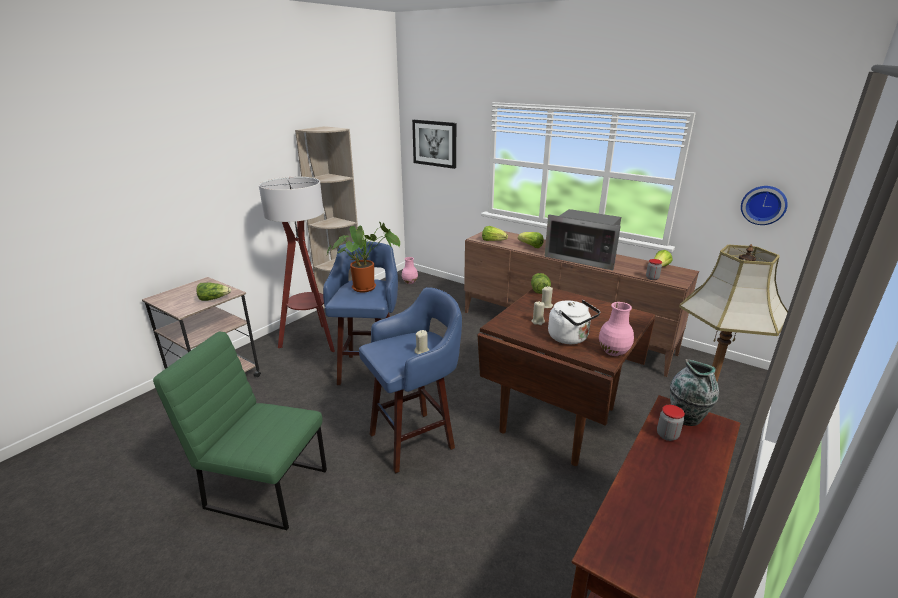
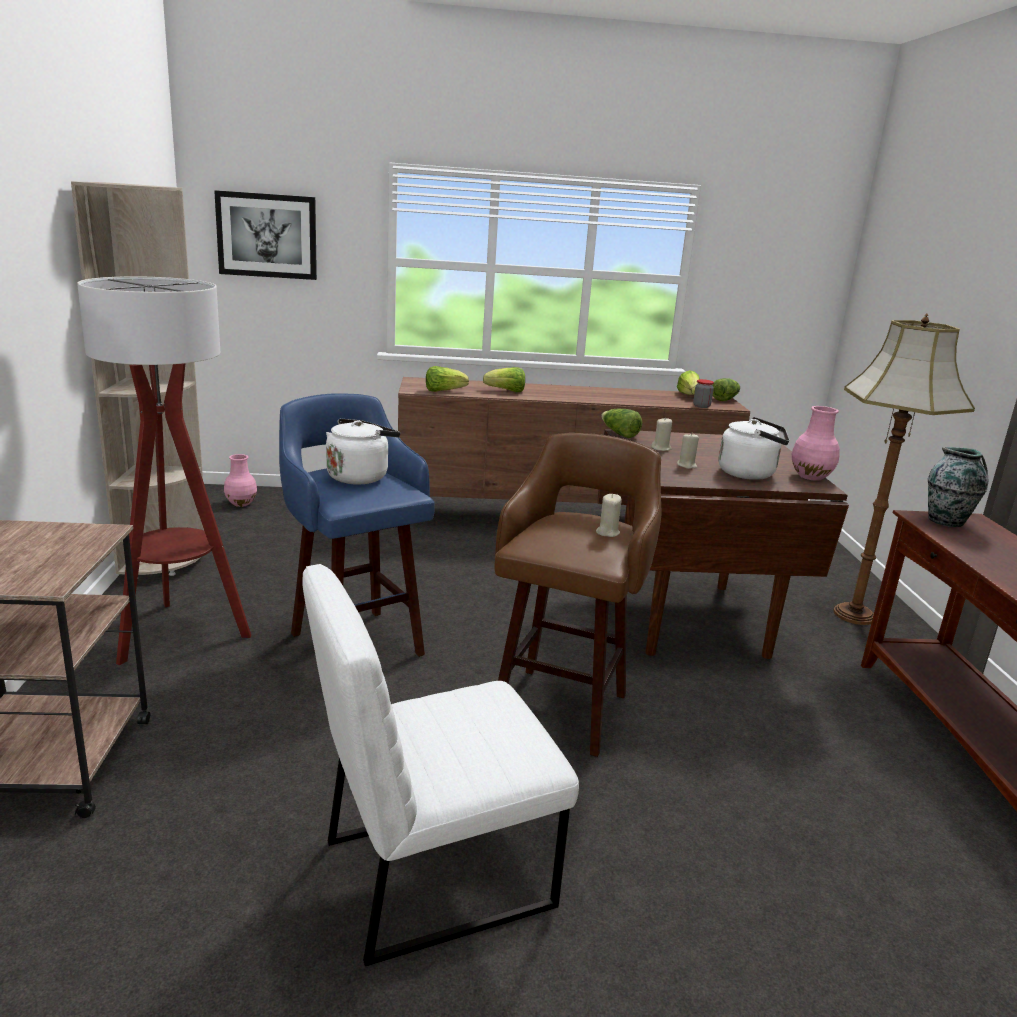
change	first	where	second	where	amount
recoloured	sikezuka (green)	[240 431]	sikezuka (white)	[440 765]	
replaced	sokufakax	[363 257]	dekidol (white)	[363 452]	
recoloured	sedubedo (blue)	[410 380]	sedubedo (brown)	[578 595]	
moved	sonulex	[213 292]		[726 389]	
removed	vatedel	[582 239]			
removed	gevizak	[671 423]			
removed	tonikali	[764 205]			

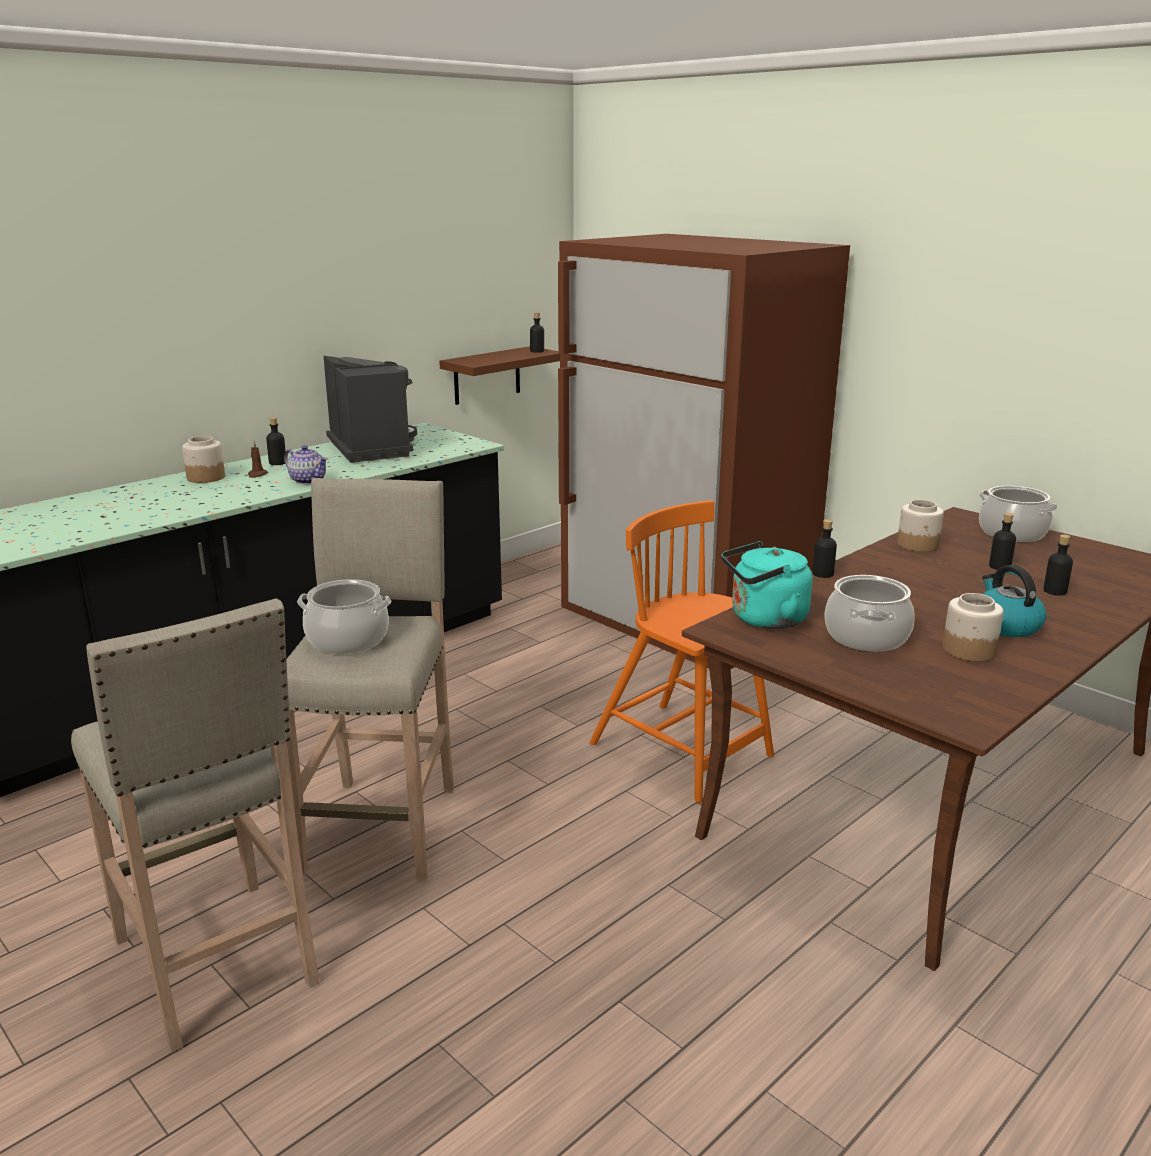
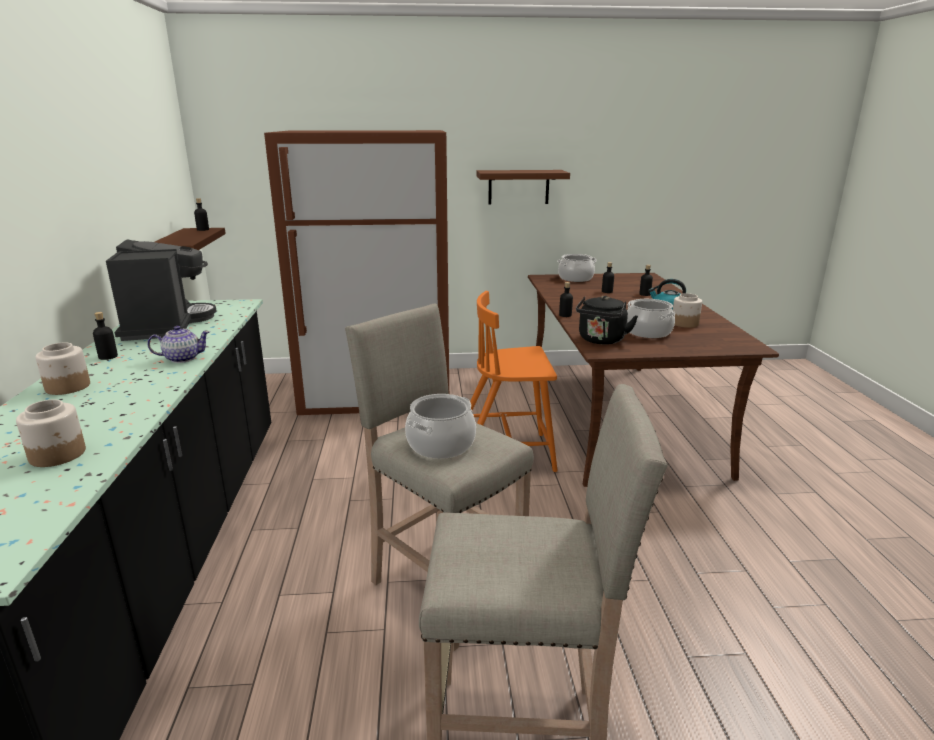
change	first	where	second	where	amount
moved	gevizak	[920 526]		[51 433]	
turned	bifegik	[370 409]		[161 290]	60 degrees clockwise
added			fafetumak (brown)	[523 187]	
recoloured	dekidol (turquoise)	[767 585]	dekidol (black)	[607 320]	
removed	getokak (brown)	[258 459]			

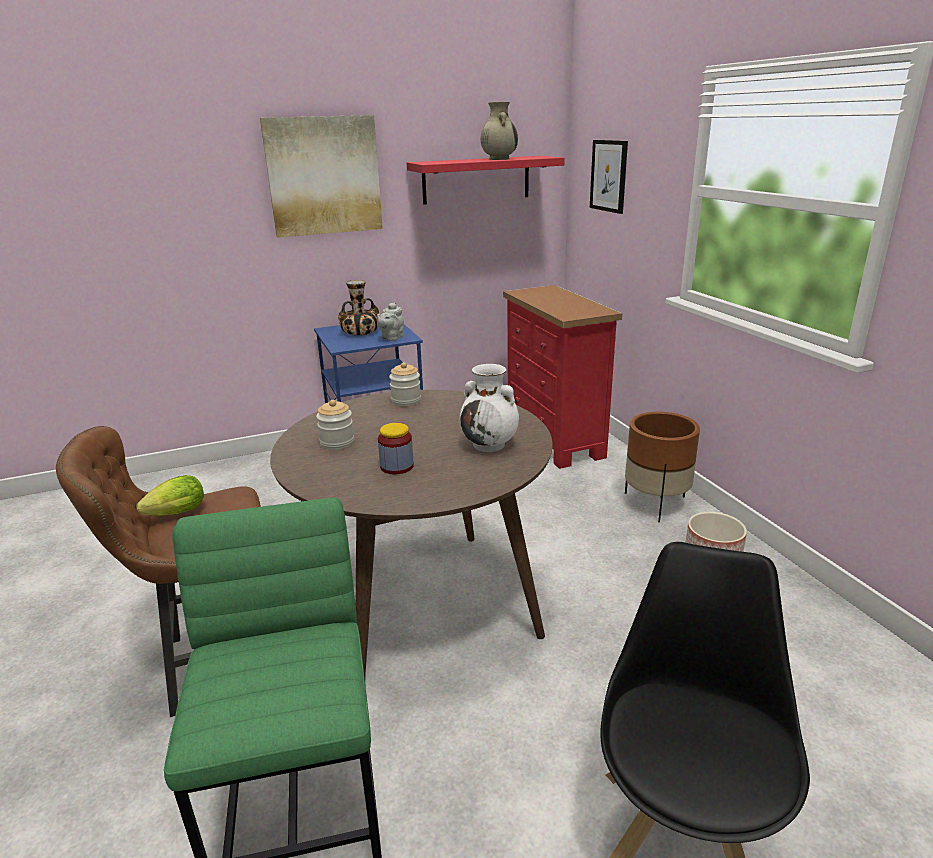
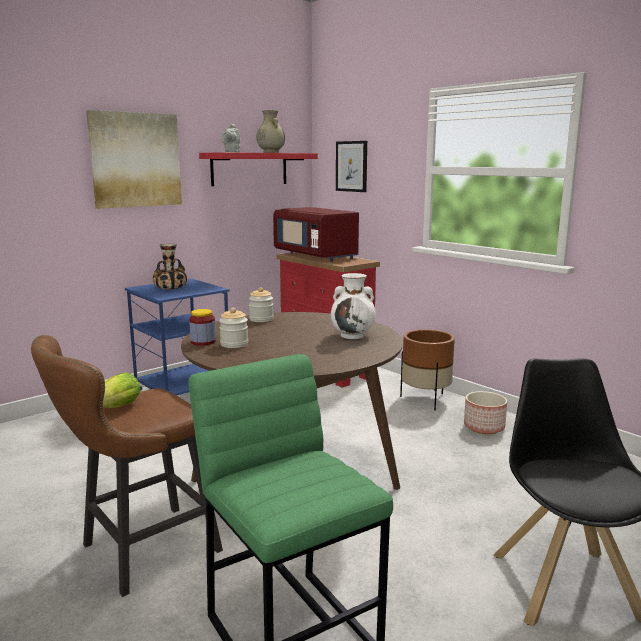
change	first	where	second	where	amount
moved	gevizak	[396 448]		[202 327]	
moved	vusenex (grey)	[390 321]		[231 138]	
added			vatedel (red)	[316 234]	

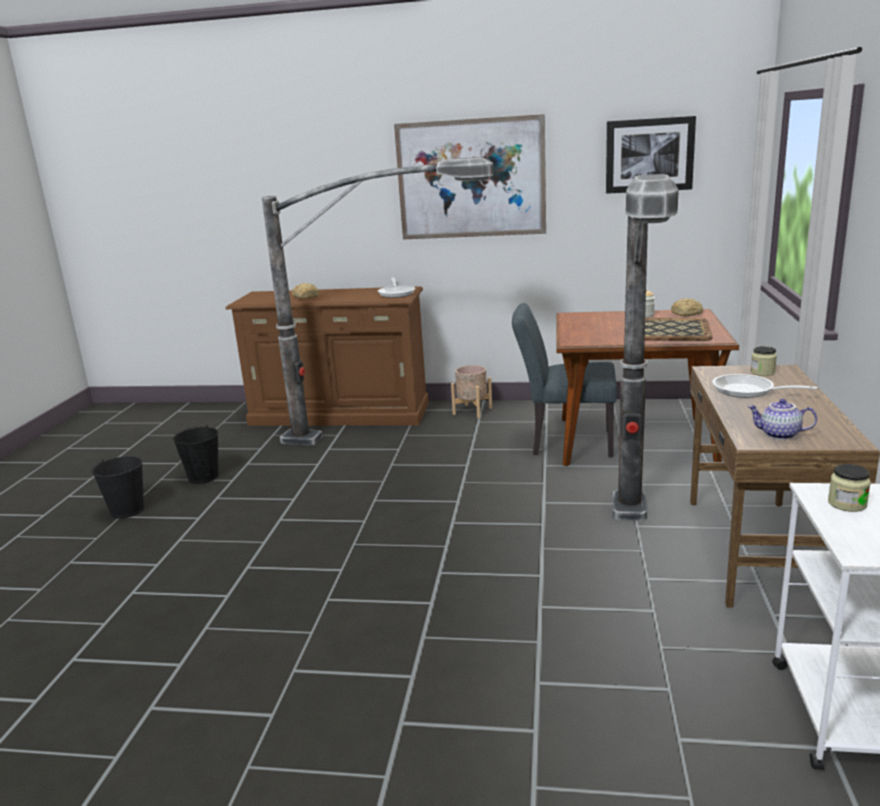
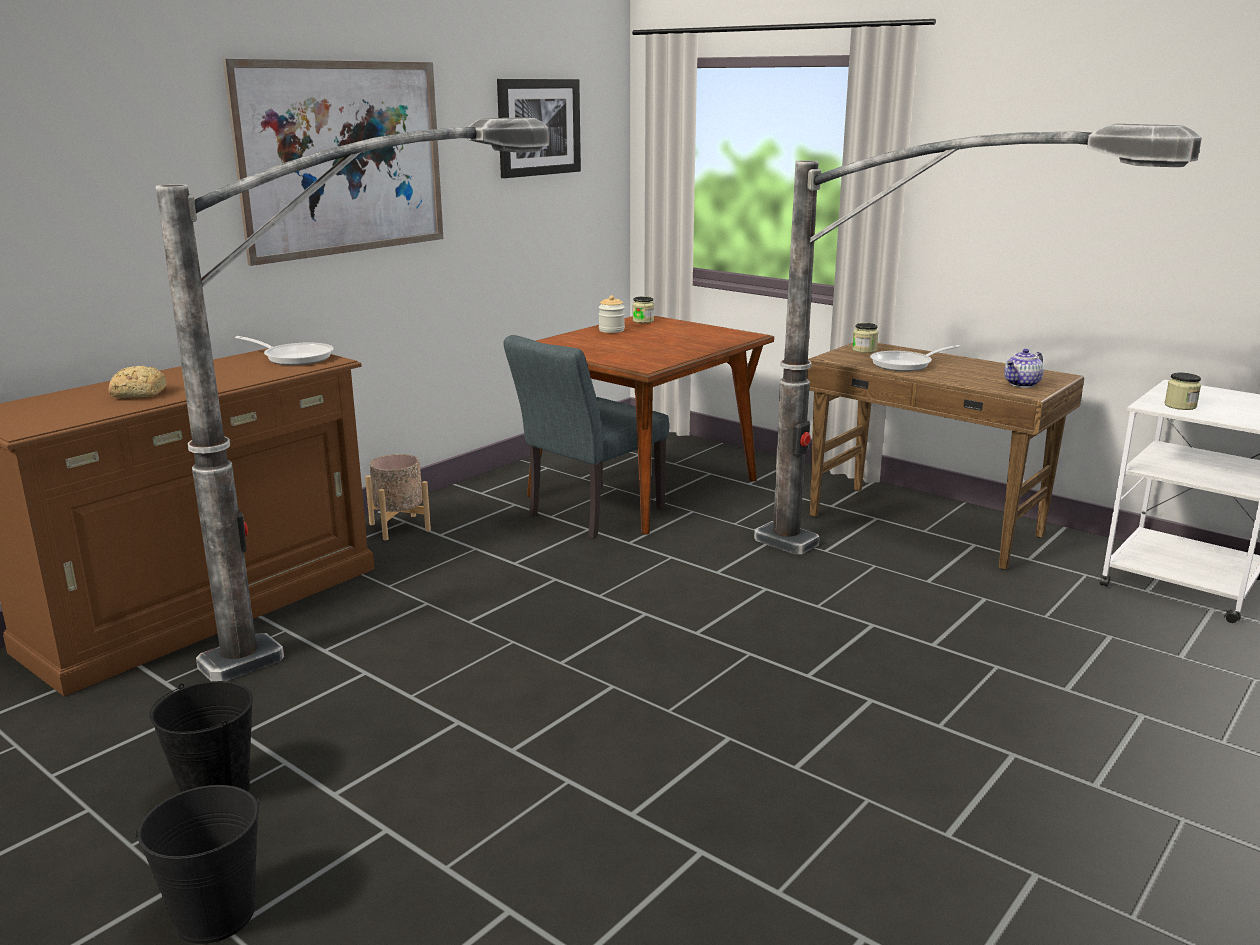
change	first	where	second	where	amount
replaced	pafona	[687 307]	gevizak	[643 309]	
removed	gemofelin	[679 329]			

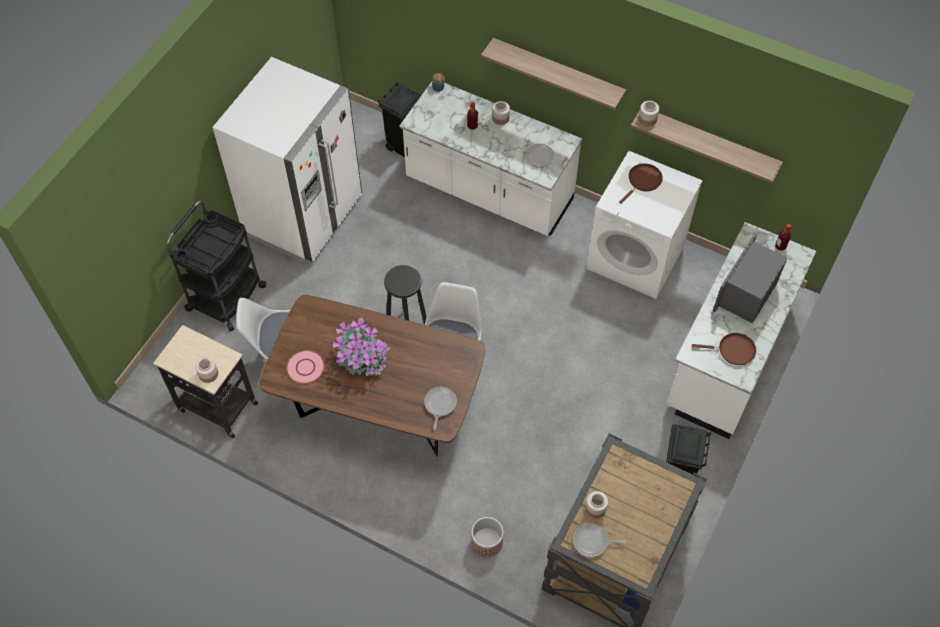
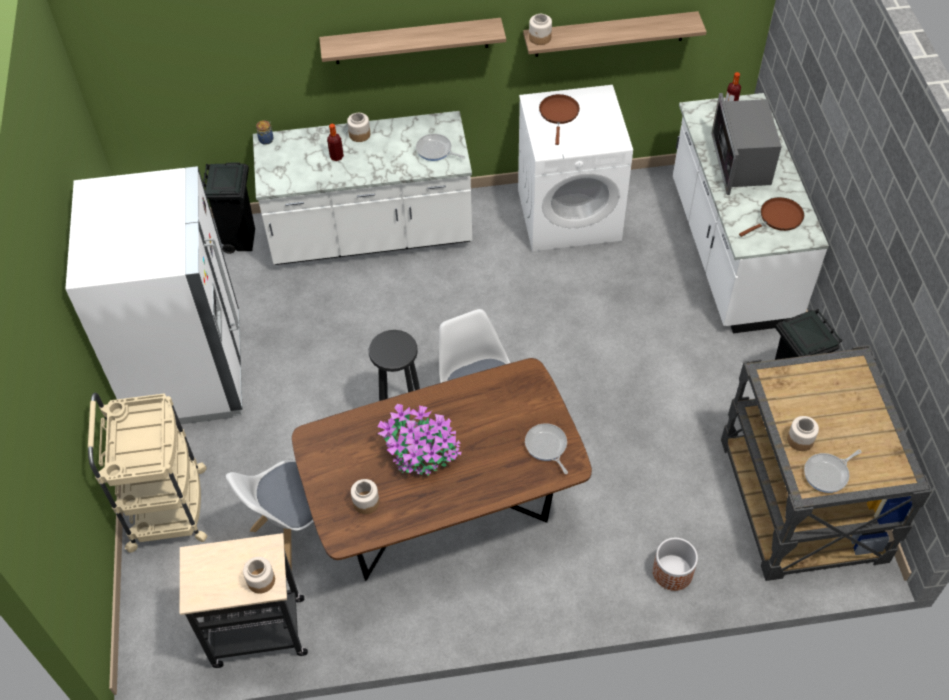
change	first	where	second	where	amount
recoloured	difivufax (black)	[216 265]	difivufax (beige)	[148 473]	
replaced	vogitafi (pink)	[305 367]	gevizak	[365 496]	

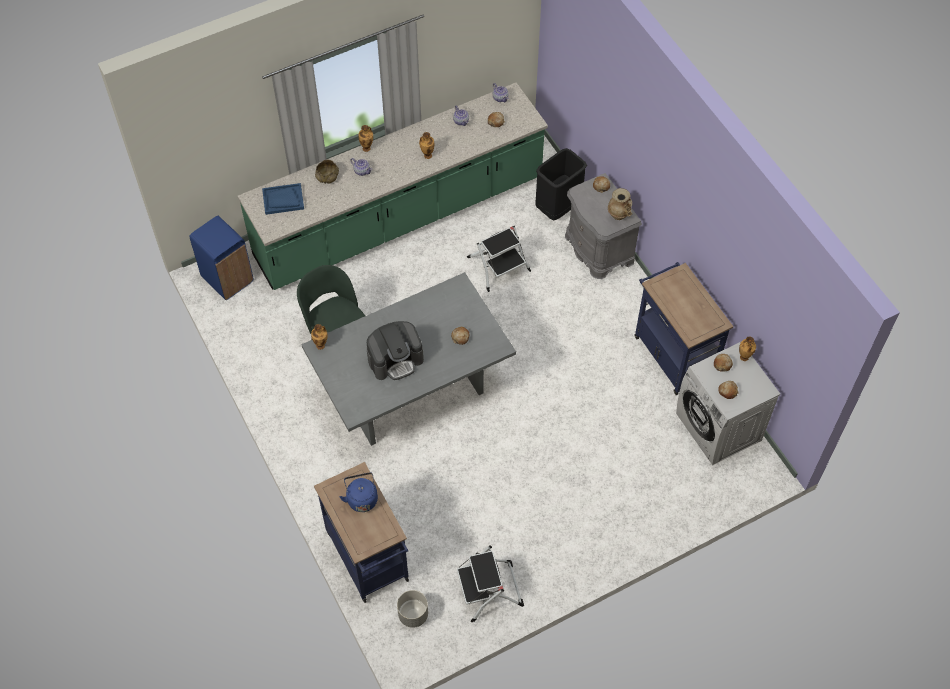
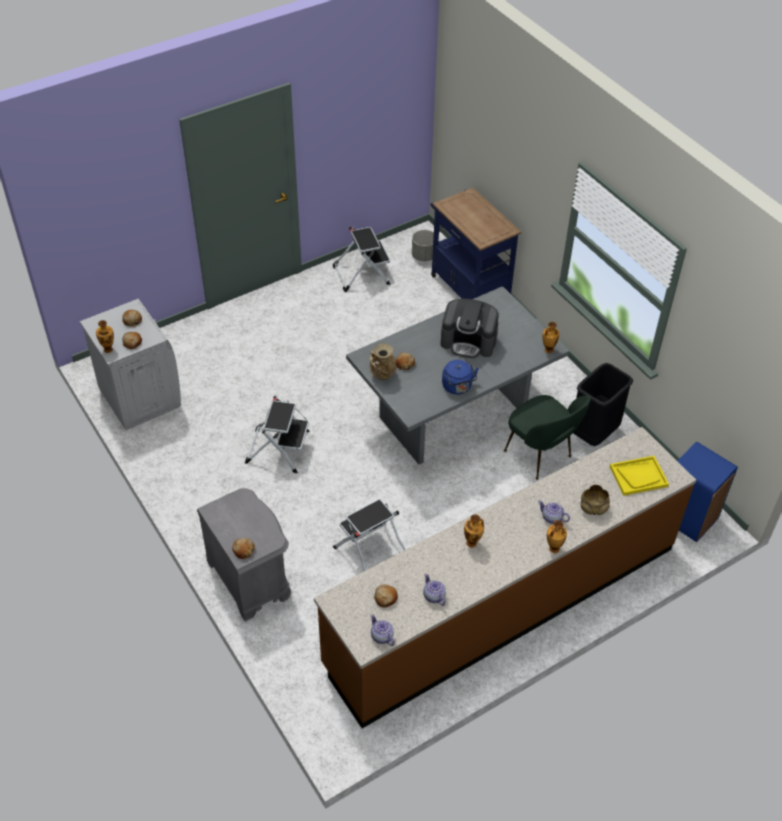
change	first	where	second	where	amount
added			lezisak	[277 435]	
recoloured	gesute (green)	[393 186]	gesute (brown)	[505 577]	
moved	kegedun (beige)	[620 204]		[383 361]	
turned	bifegik	[395 350]		[469 328]	135 degrees counterclockwise
moved	dekidol (blue)	[359 492]		[460 377]	
moved	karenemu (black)	[561 184]		[603 404]	
recoloured	gemofelin (blue)	[283 199]	gemofelin (yellow)	[639 476]	
removed	difivufax (blue)	[683 328]			

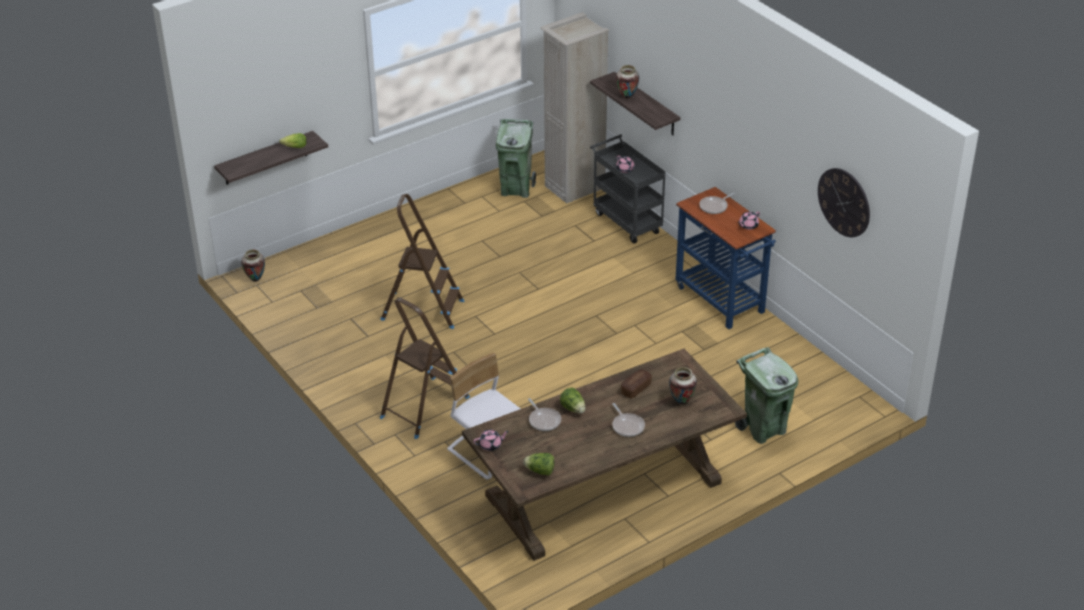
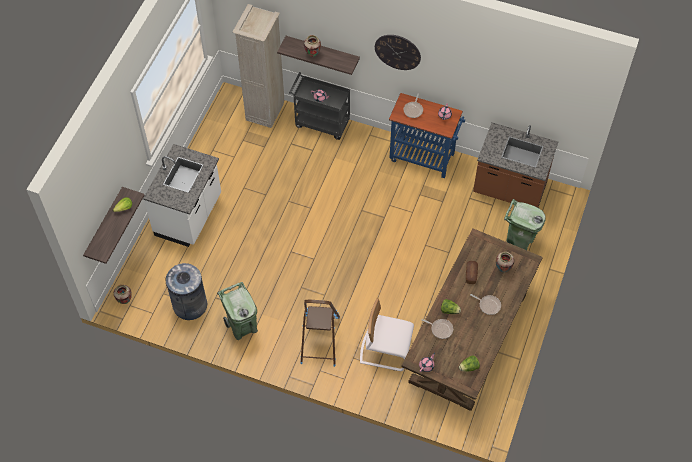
change	first	where	second	where	amount
added			gesute (white)	[182 195]	
added			karenemu (grey)	[185 291]	
moved	karenemu (green)	[516 158]		[237 311]	
moved	tonikali	[844 202]		[398 52]	
added			gesute (brown)	[515 165]	
removed	lezisak (brown)	[422 261]			

